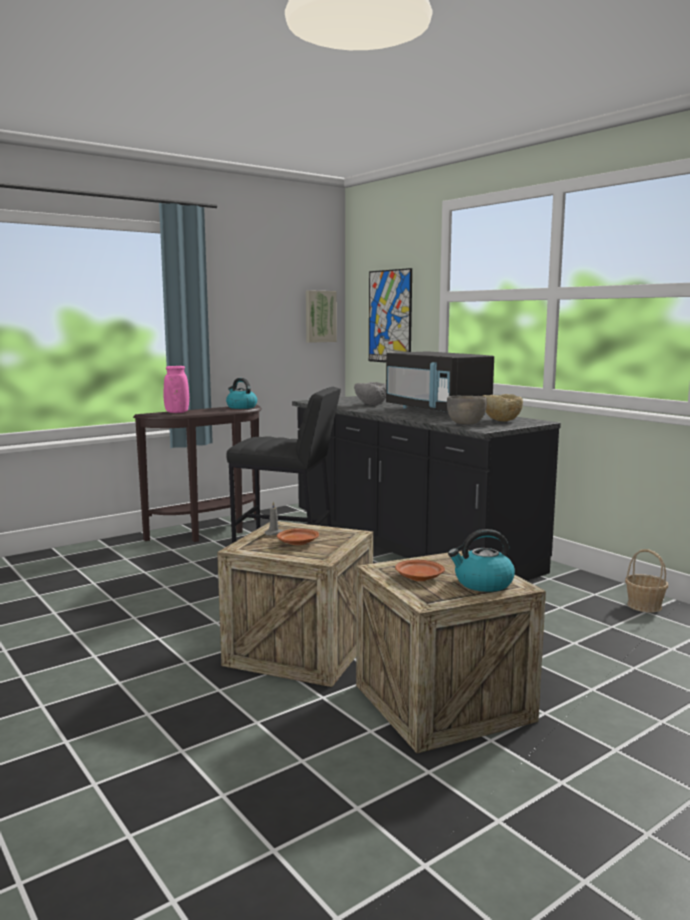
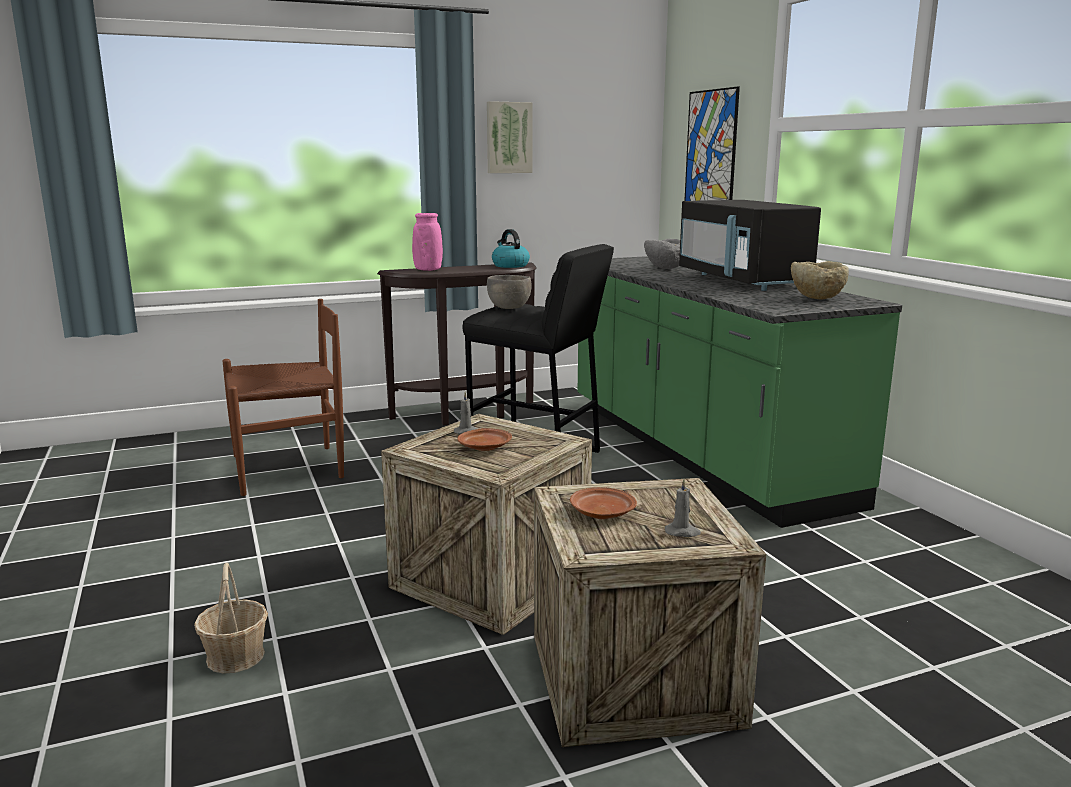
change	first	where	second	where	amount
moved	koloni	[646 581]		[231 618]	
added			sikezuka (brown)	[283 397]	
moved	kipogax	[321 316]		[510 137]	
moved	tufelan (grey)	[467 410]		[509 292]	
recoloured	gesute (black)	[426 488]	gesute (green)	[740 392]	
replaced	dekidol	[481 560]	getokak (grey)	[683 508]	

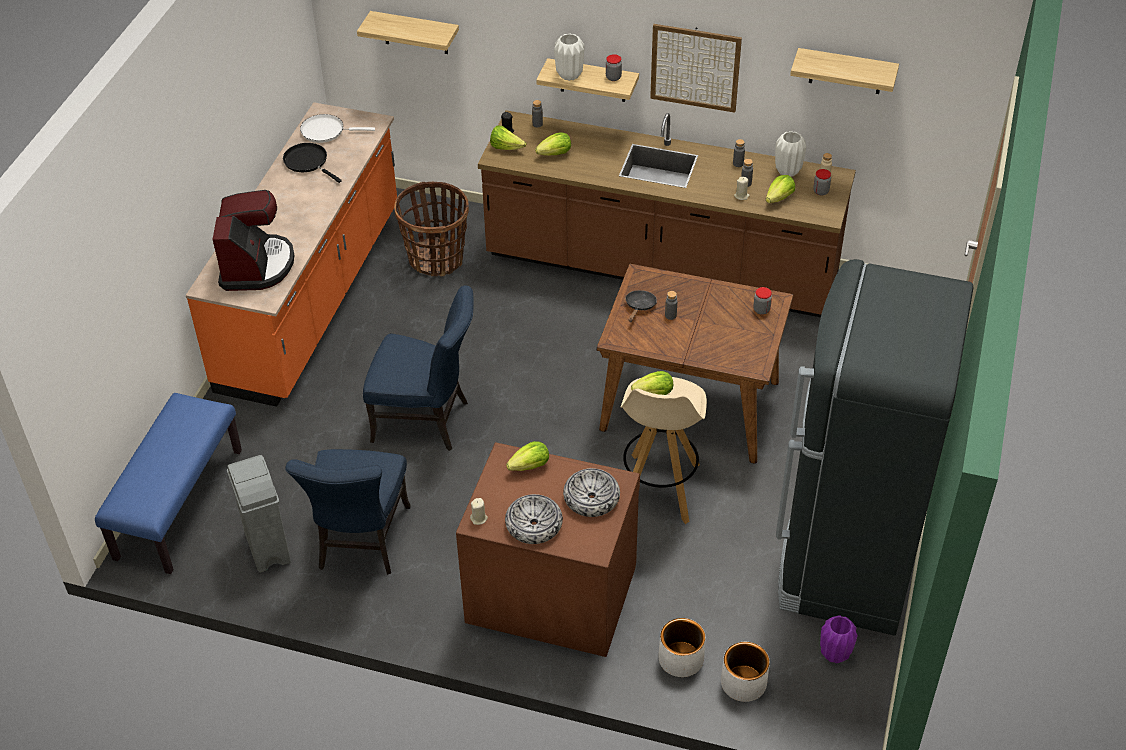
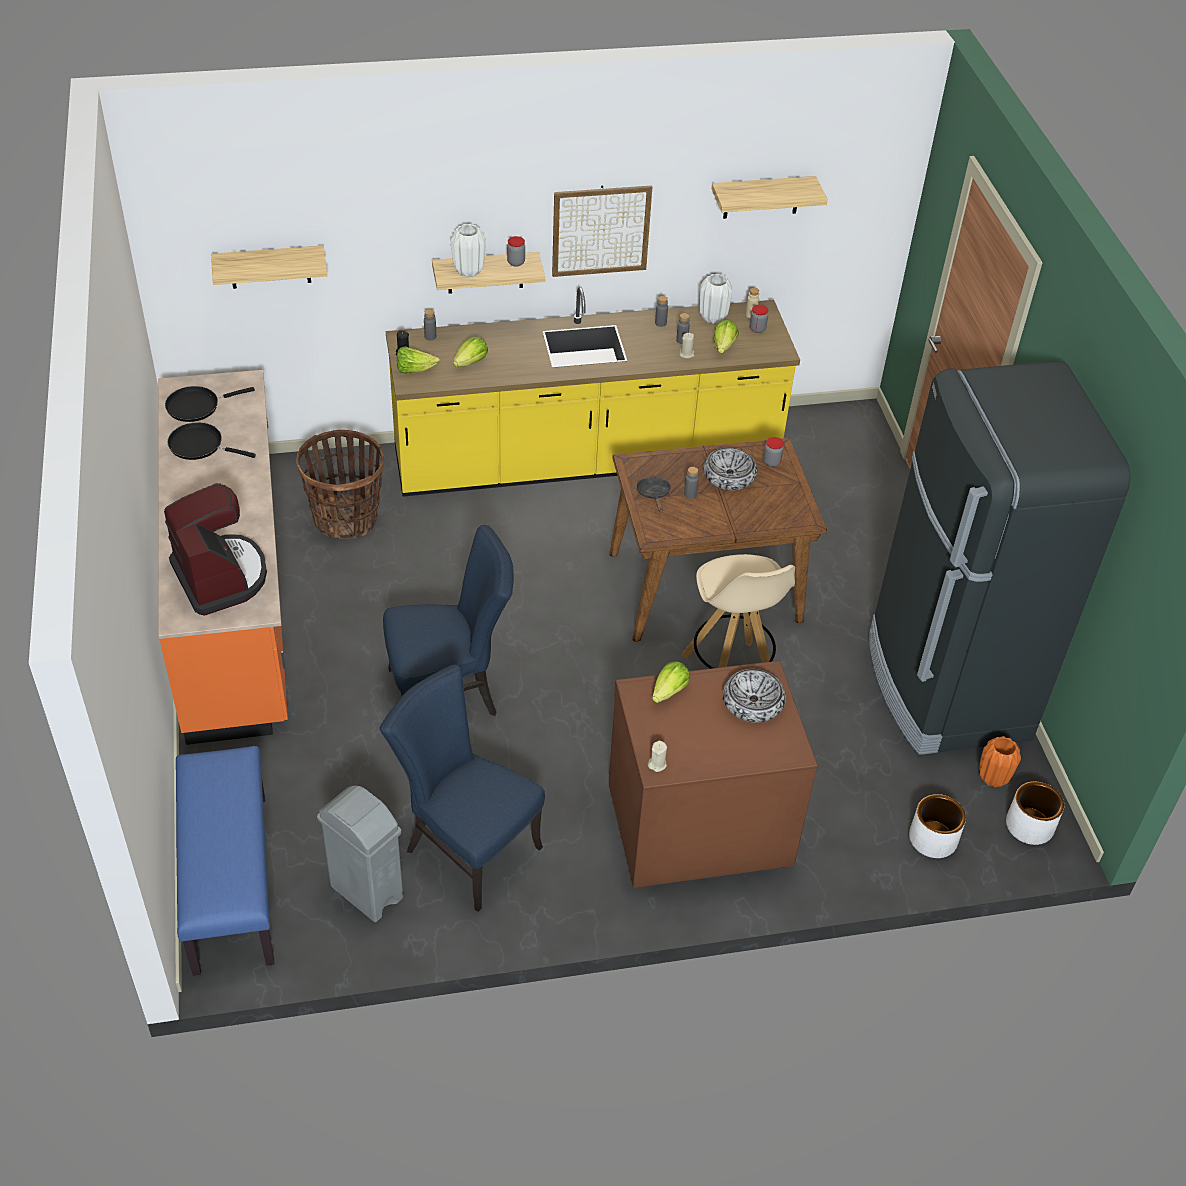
change	first	where	second	where	amount
recoloured	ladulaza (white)	[337 128]	ladulaza (black)	[210 404]	
turned	sikezuka (blue)	[348 512]		[462 788]	150 degrees clockwise
recoloured	gesute (brown)	[667 213]	gesute (yellow)	[593 392]	
moved	tufelan	[534 519]		[730 468]	
recoloured	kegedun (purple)	[839 639]	kegedun (orange)	[1000 762]	
moved	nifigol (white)	[682 647]		[1035 813]	
removed	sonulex	[652 383]			

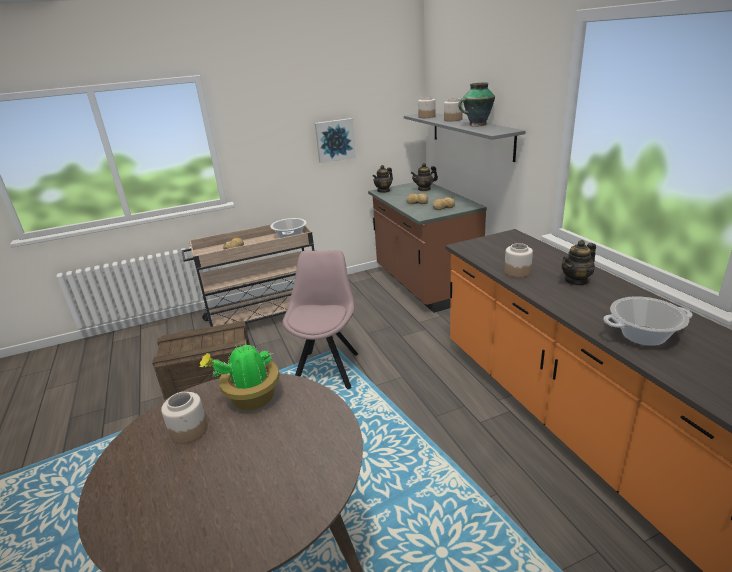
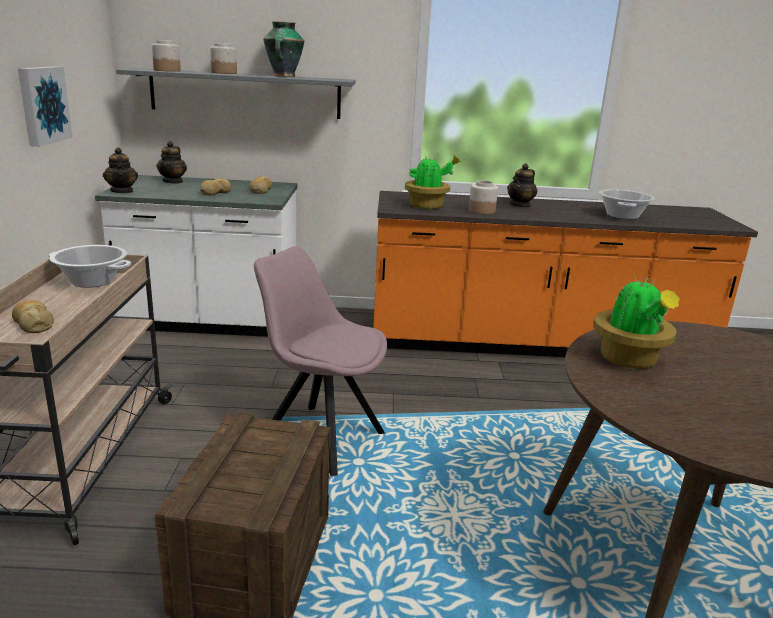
change	first	where	second	where	amount
recoloured	gesute (brown)	[427 247]	gesute (white)	[196 256]	
added			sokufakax	[433 182]	
turned	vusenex	[579 263]		[522 185]	45 degrees clockwise
removed	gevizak	[184 418]			

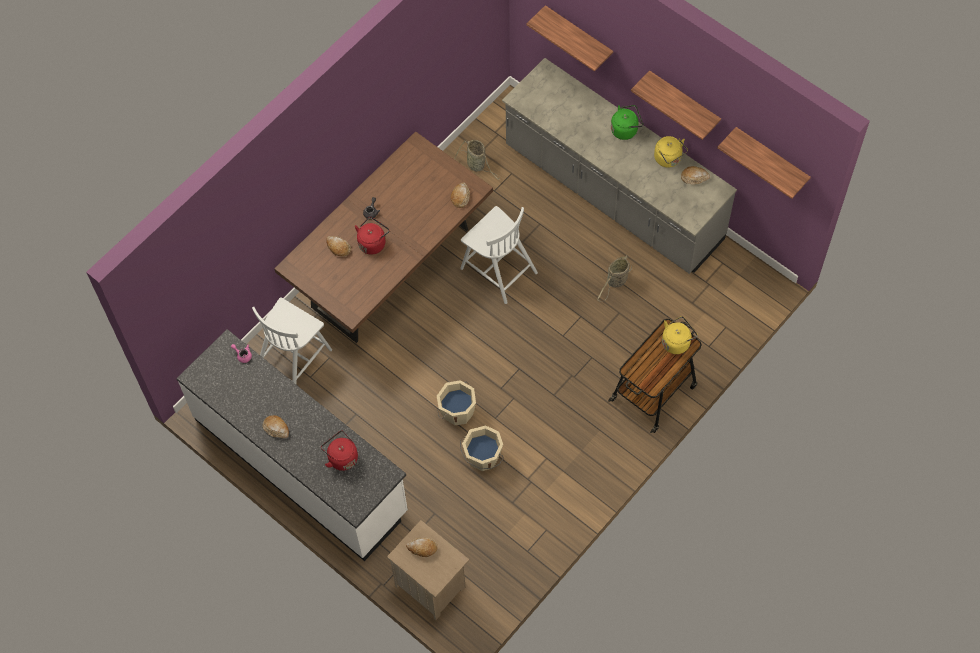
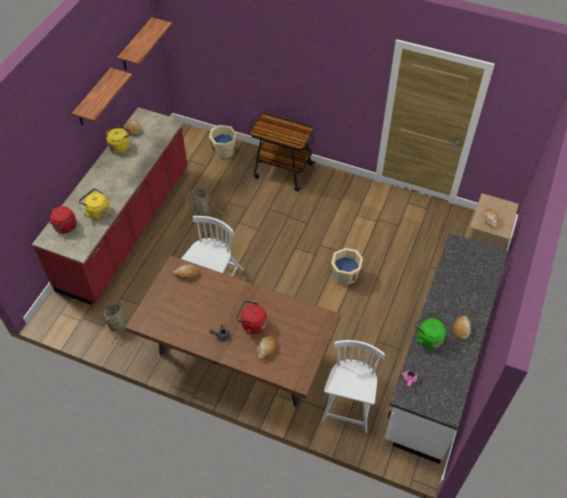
change	first	where	second	where	amount
recoloured	gesute (grey)	[619 166]	gesute (red)	[110 206]	
moved	dekidol (red)	[339 450]		[60 219]	
moved	dekidol (yellow)	[680 335]		[94 204]	
moved	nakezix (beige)	[482 448]		[222 141]	
turned	sikezuka (white)	[292 340]		[353 386]	90 degrees counterclockwise
moved	dekidol (green)	[627 122]		[430 331]	
removed	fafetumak	[569 38]			

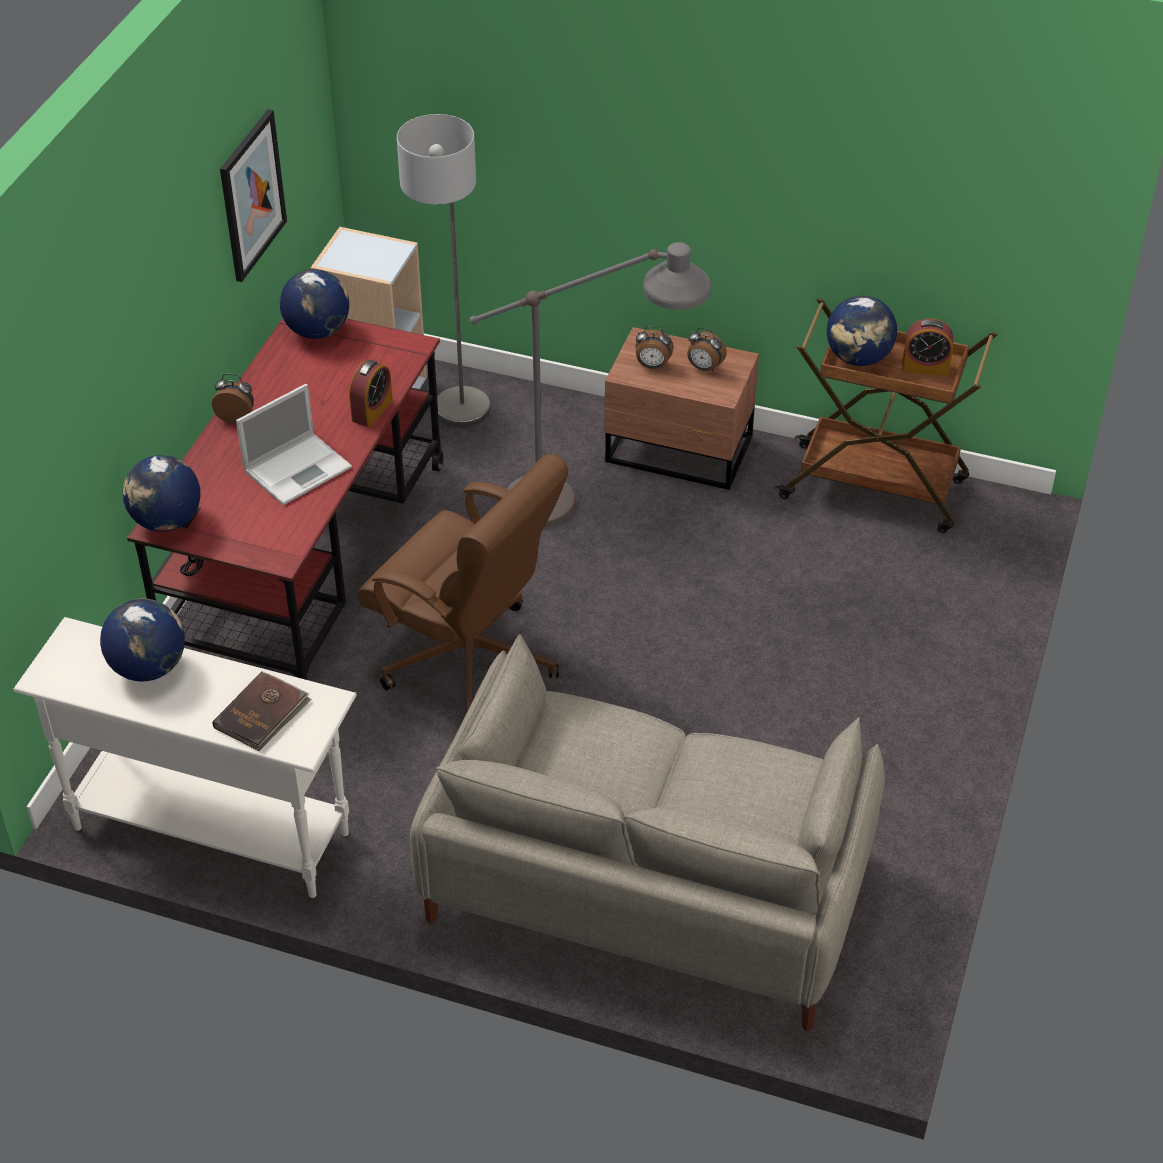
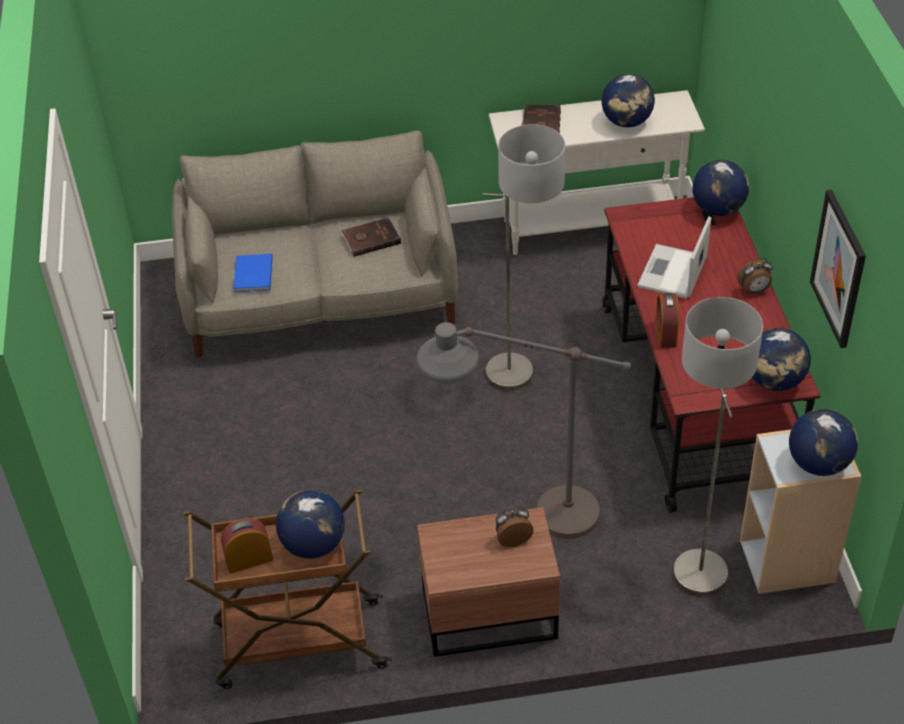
change	first	where	second	where	amount
added			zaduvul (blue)	[253 273]	
added			zaduvul (brown)	[370 237]	
replaced	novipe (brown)	[462 582]	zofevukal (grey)	[524 257]	
added			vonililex	[823 442]	
removed	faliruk	[707 349]			

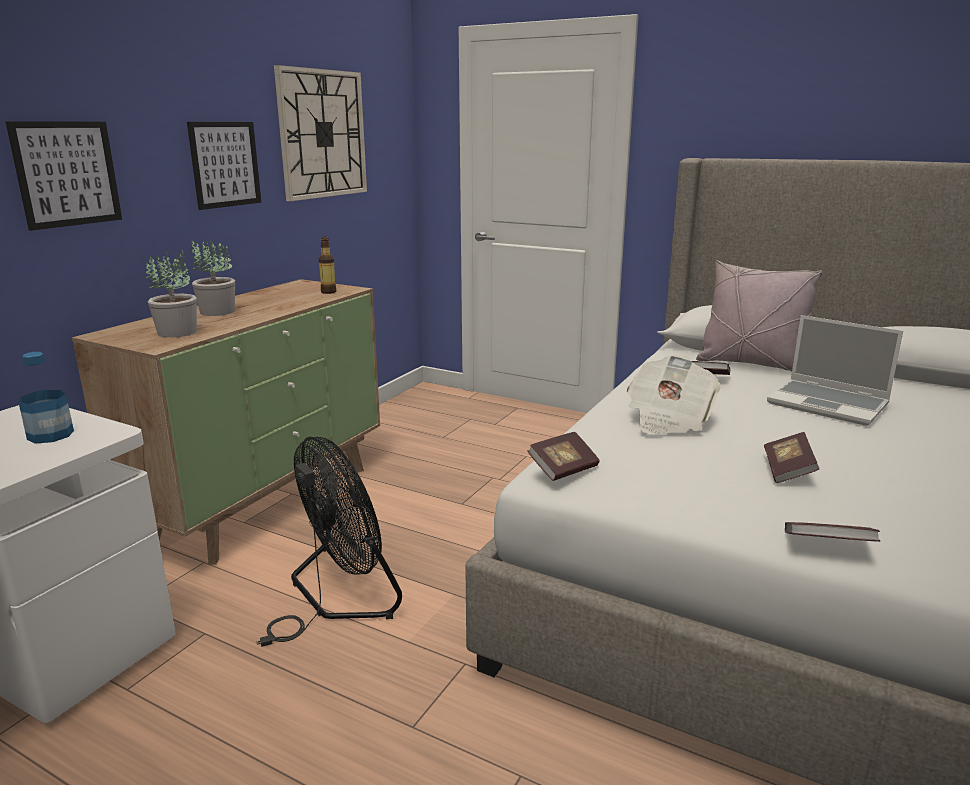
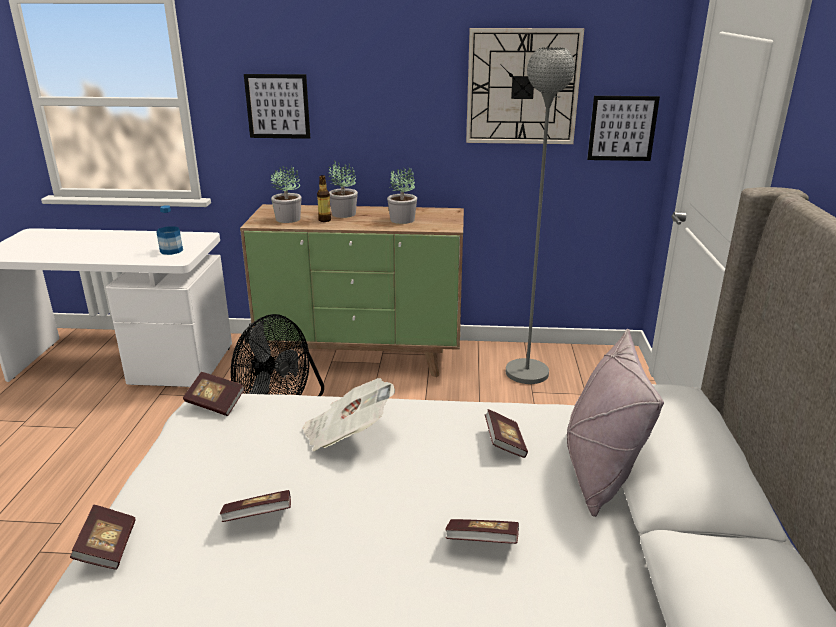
change	first	where	second	where	amount
moved	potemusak	[327 265]		[324 198]	
added			sokufakax	[402 196]	
replaced	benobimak	[835 370]	zaduvul	[482 531]	
added			zofevukal (grey)	[540 215]	
moved	kipogax	[224 166]		[623 128]	

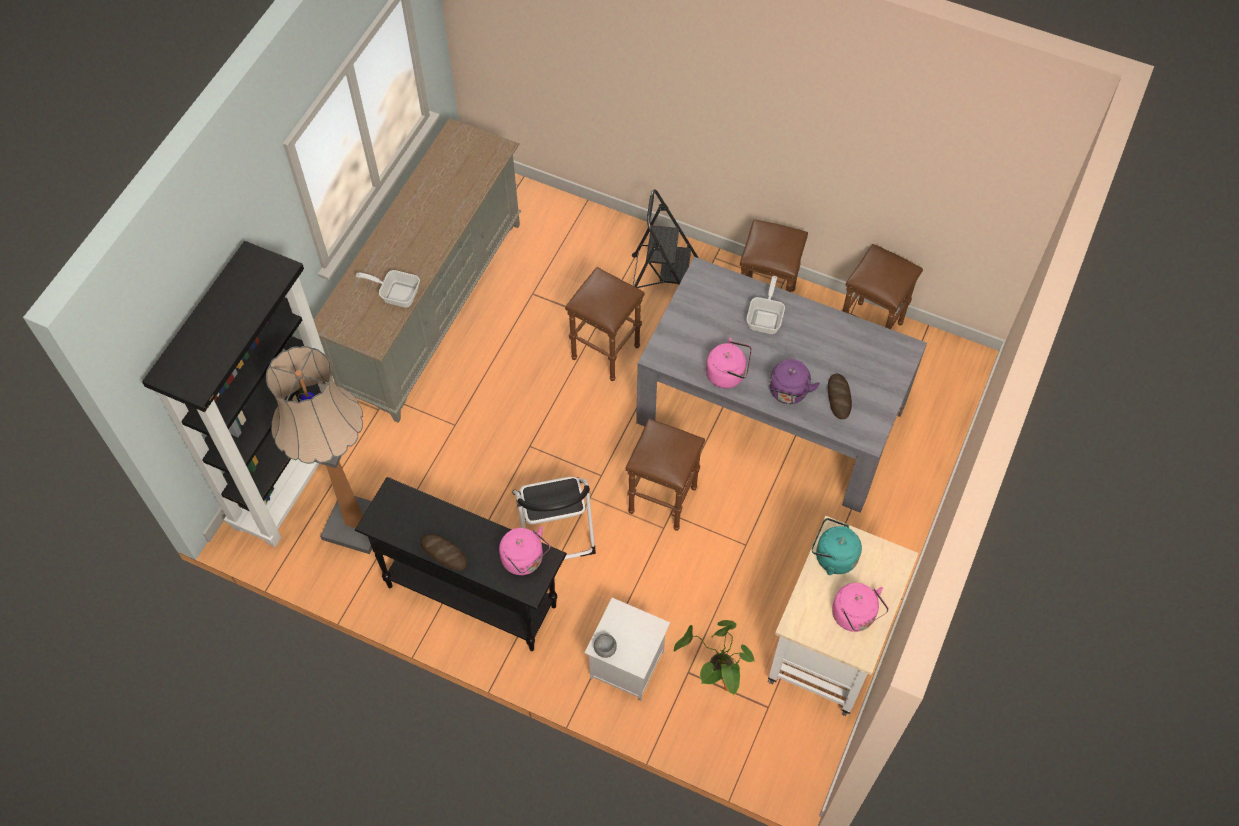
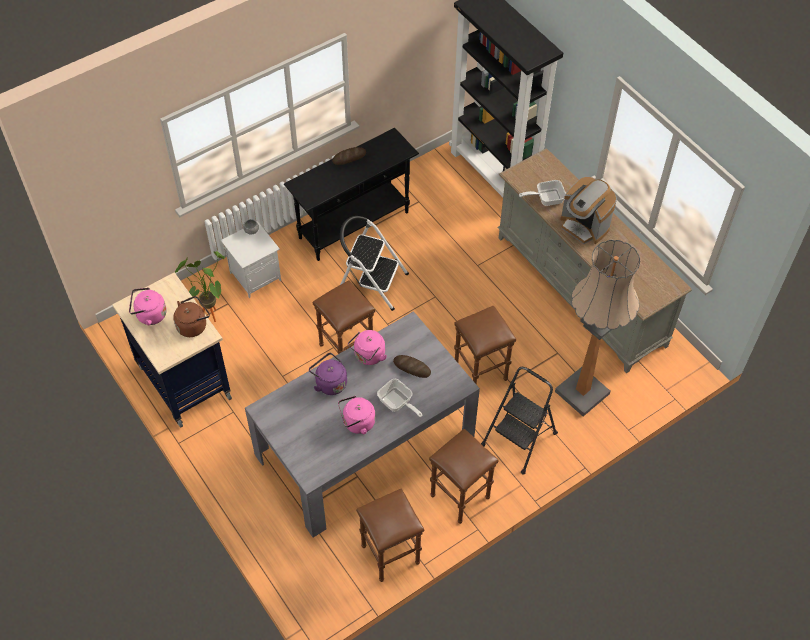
change	first	where	second	where	amount
recoloured	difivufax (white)	[843 616]	difivufax (blue)	[172 350]	
recoloured	dekidol (turquoise)	[837 546]	dekidol (brown)	[191 316]	
moved	dekidol (pink)	[524 550]		[356 415]	
moved	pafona	[840 396]		[412 366]	
turned	ladulaza	[388 288]		[542 193]	150 degrees counterclockwise
moved	zofevukal	[319 450]		[597 328]	
added			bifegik	[588 210]	

